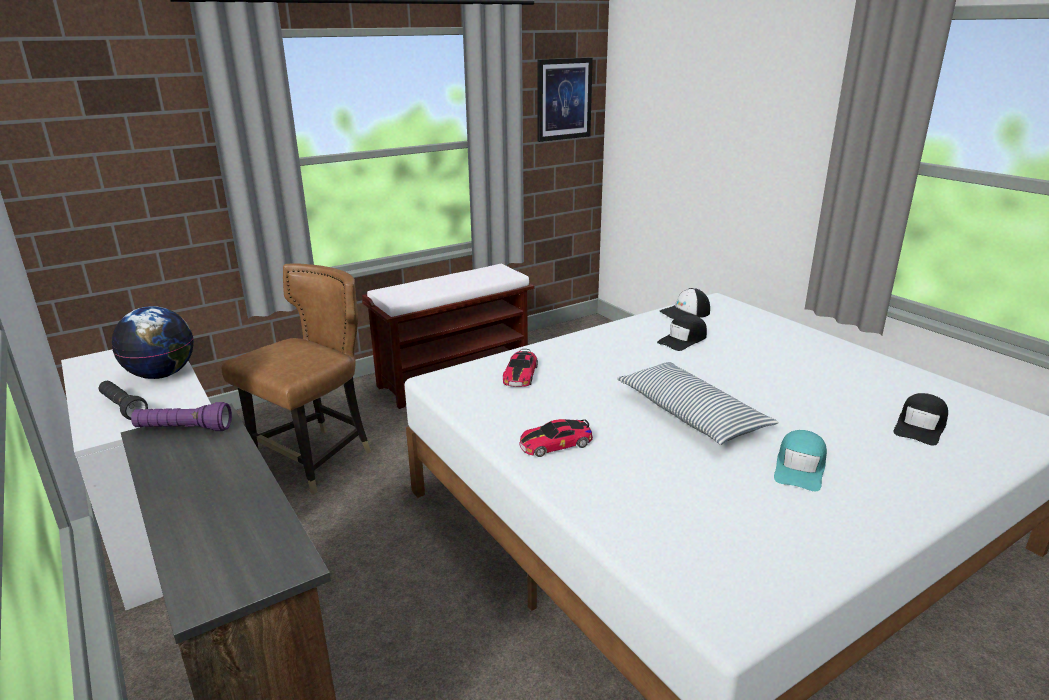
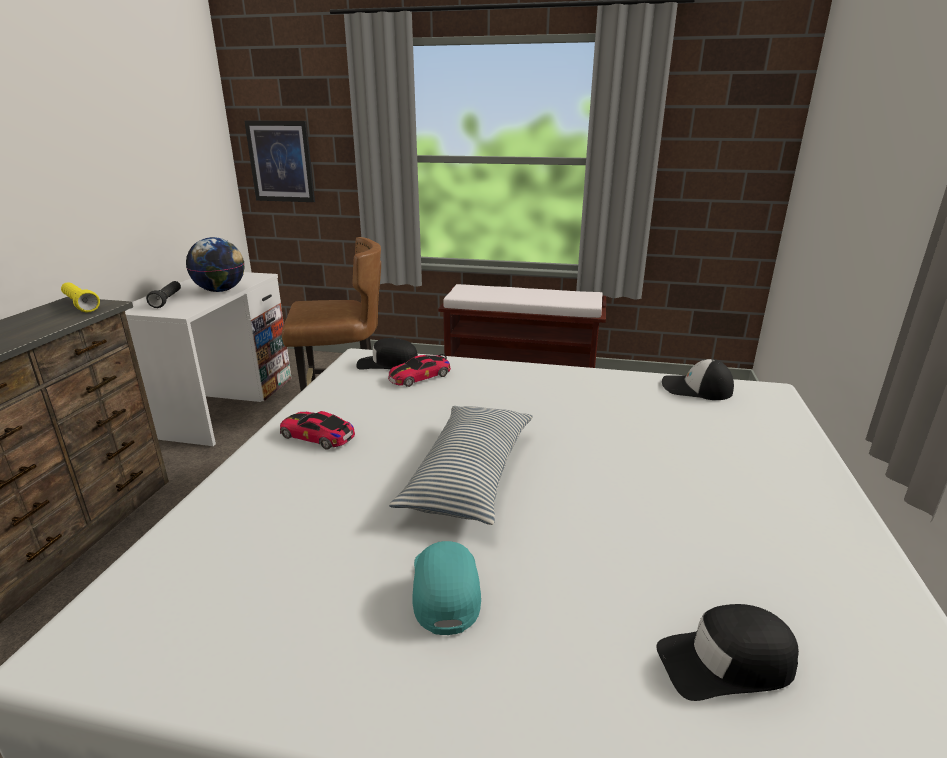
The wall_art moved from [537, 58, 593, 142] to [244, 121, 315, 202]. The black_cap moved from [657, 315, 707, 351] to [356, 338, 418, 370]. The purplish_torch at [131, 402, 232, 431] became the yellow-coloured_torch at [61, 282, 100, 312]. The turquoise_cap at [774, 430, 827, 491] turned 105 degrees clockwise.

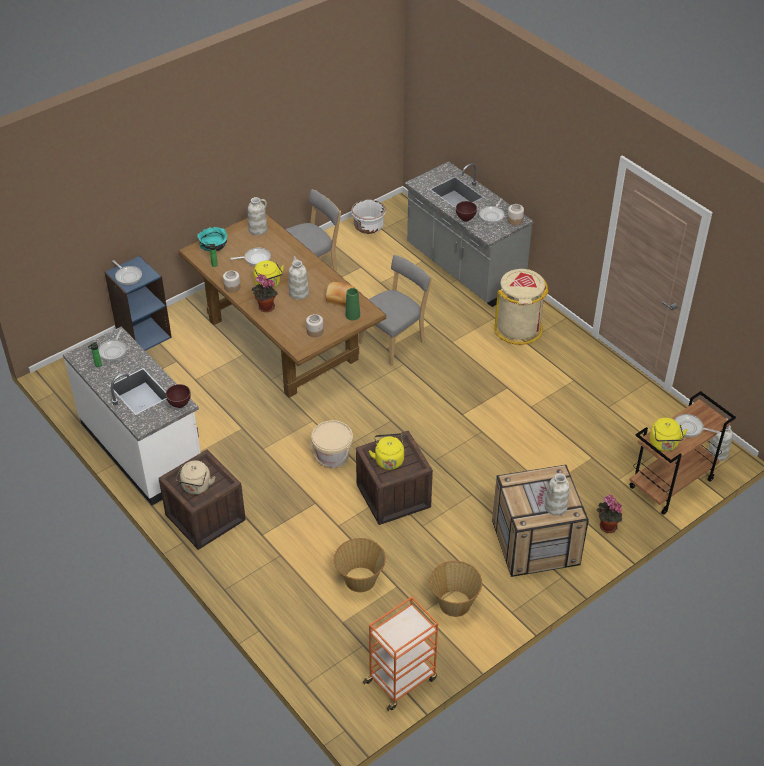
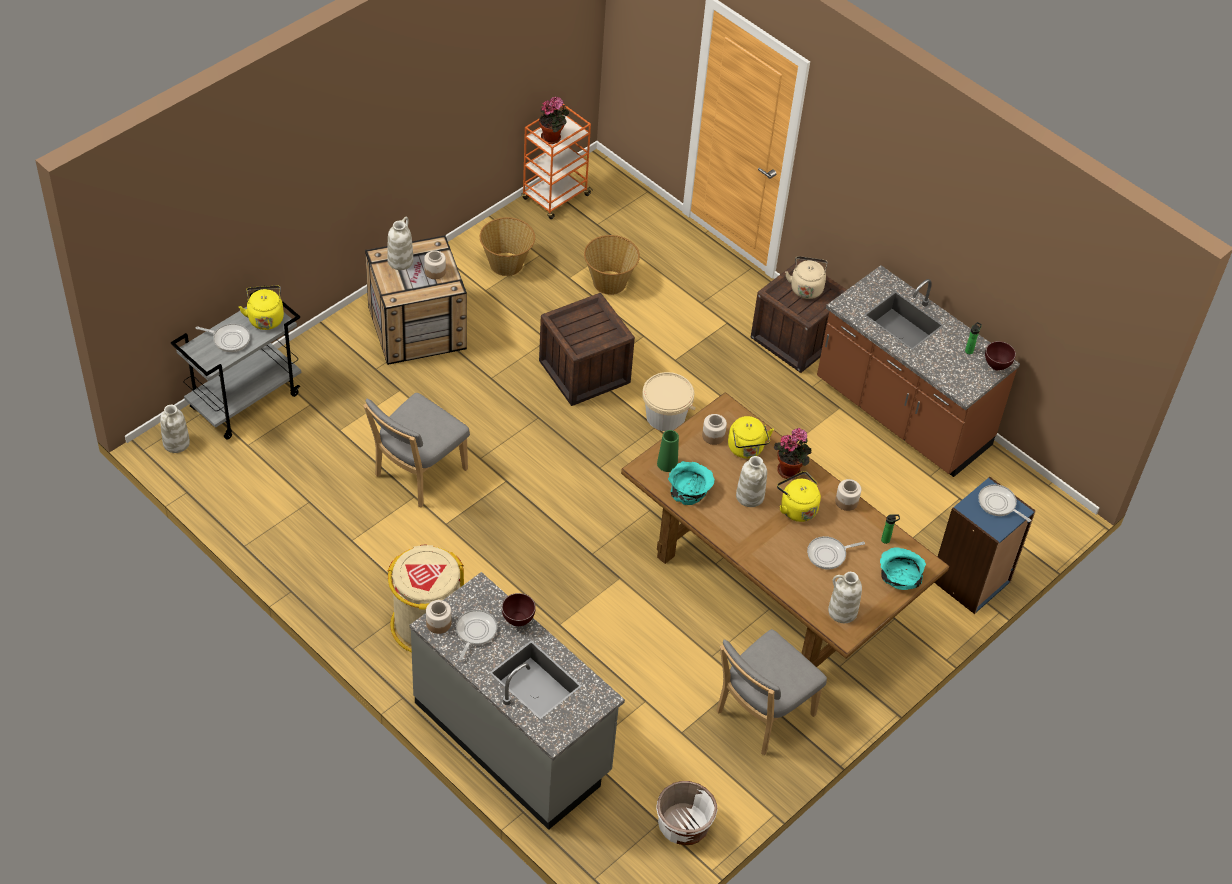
The frying_pan at [98, 329, 127, 361] disappeared. The jar at [424, 251, 446, 279] appeared. The brown_deep_dish moved from [166, 384, 191, 408] to [985, 341, 1016, 370]. The greyish_upright_chair moved from [359, 255, 432, 366] to [363, 393, 470, 508]. The yellow-coloured_tea_kettle moved from [369, 433, 404, 470] to [728, 416, 774, 459]. The potted_plant moved from [597, 495, 622, 533] to [539, 97, 569, 144]. The baked_bread at [325, 282, 355, 307] was replaced by the turquoise_deep_dish at [668, 461, 715, 505]. The white_kitchen_counter at [63, 326, 201, 505] became the brown_kitchen_counter at [817, 265, 1020, 477]. The brown_cart at [629, 391, 736, 515] became the greyish_cart at [171, 289, 301, 440].

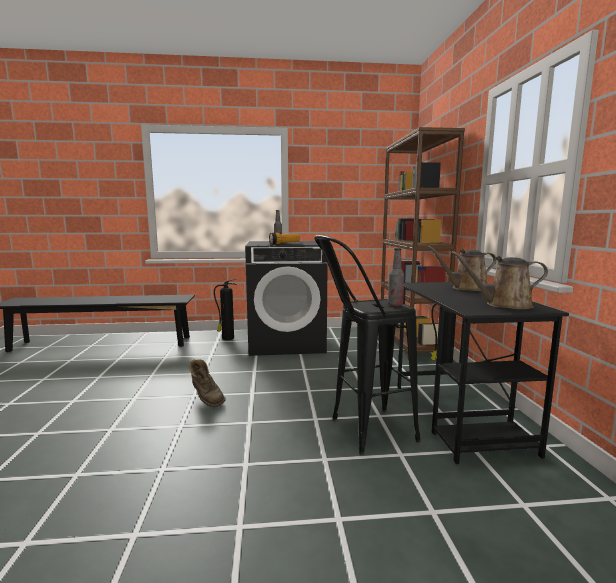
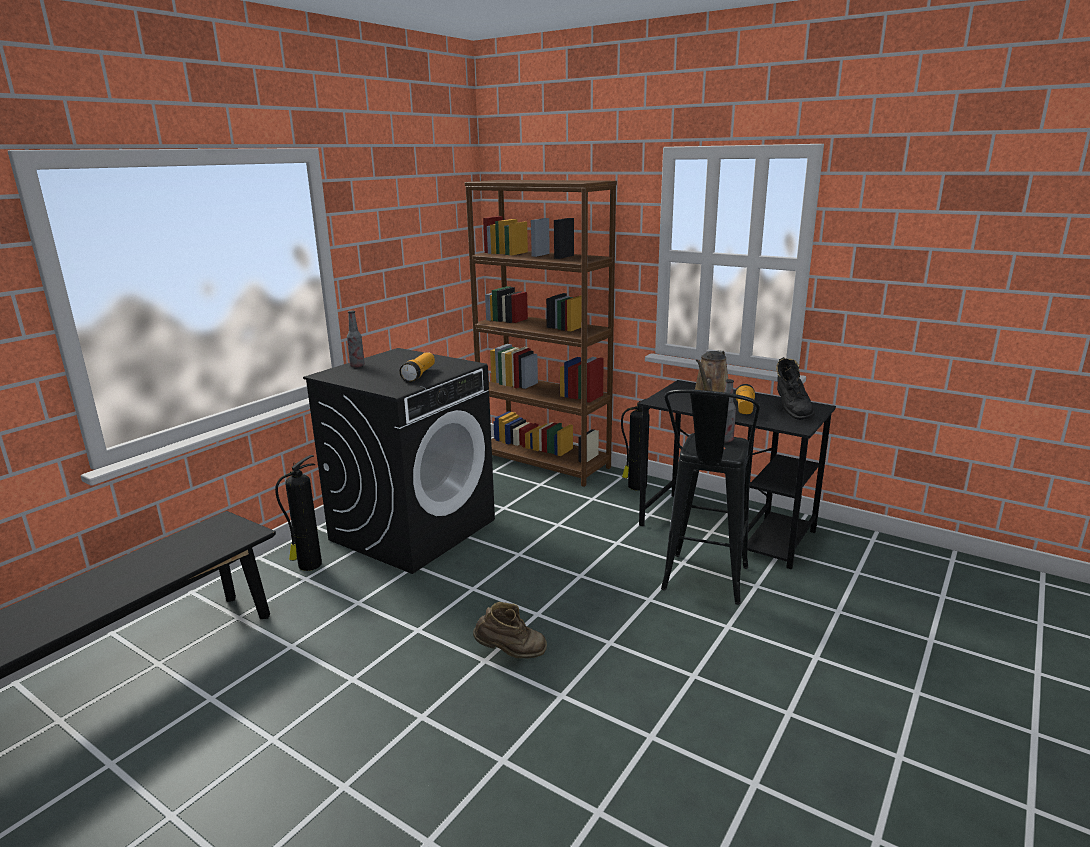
The torch at [736, 384, 755, 414] appeared. The brown_watering_can at [451, 251, 548, 309] was replaced by the black_boot at [776, 357, 815, 420].

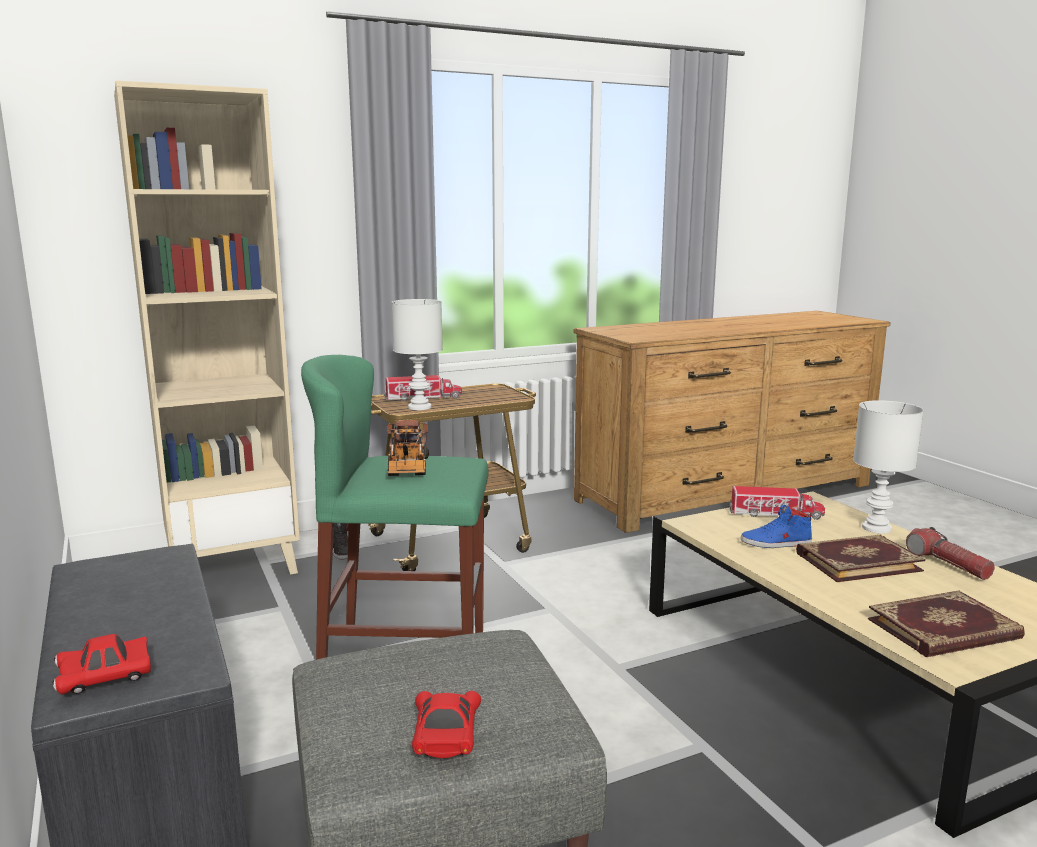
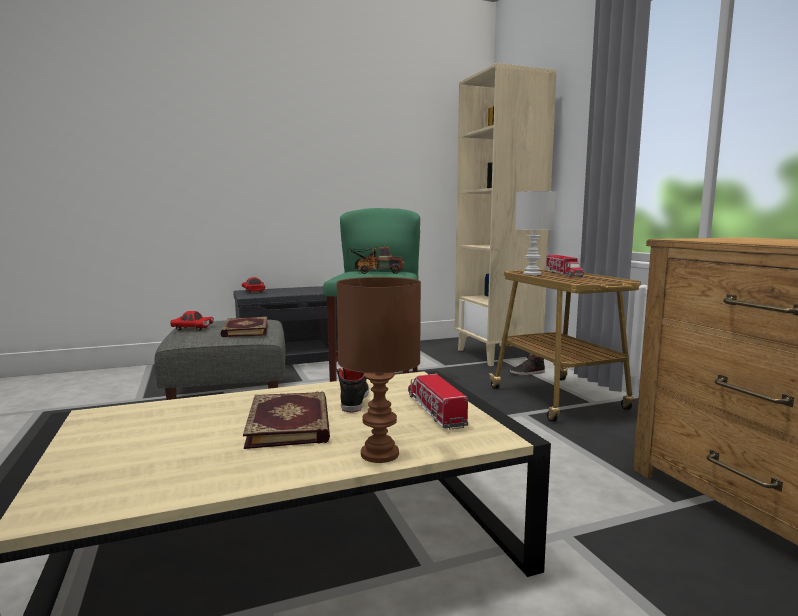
The torch at [906, 527, 995, 580] disappeared. The bound_book moved from [868, 591, 1025, 657] to [221, 317, 268, 337]. The blue_low_shoe at [740, 505, 812, 548] became the black_low_shoe at [336, 368, 369, 413]. The white_lamp_for_a_table at [853, 400, 924, 534] became the brown_lamp_for_a_table at [336, 277, 421, 463]. The toy_lorry at [728, 486, 825, 520] turned 150 degrees clockwise.

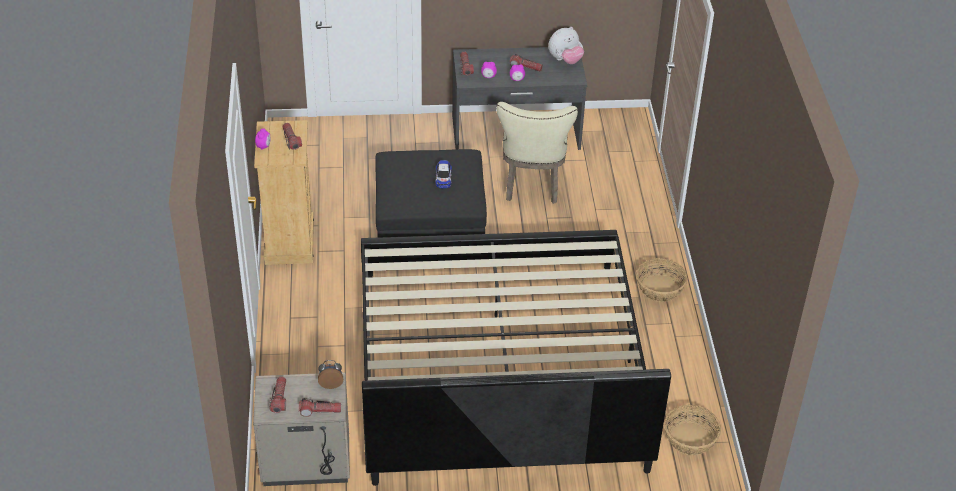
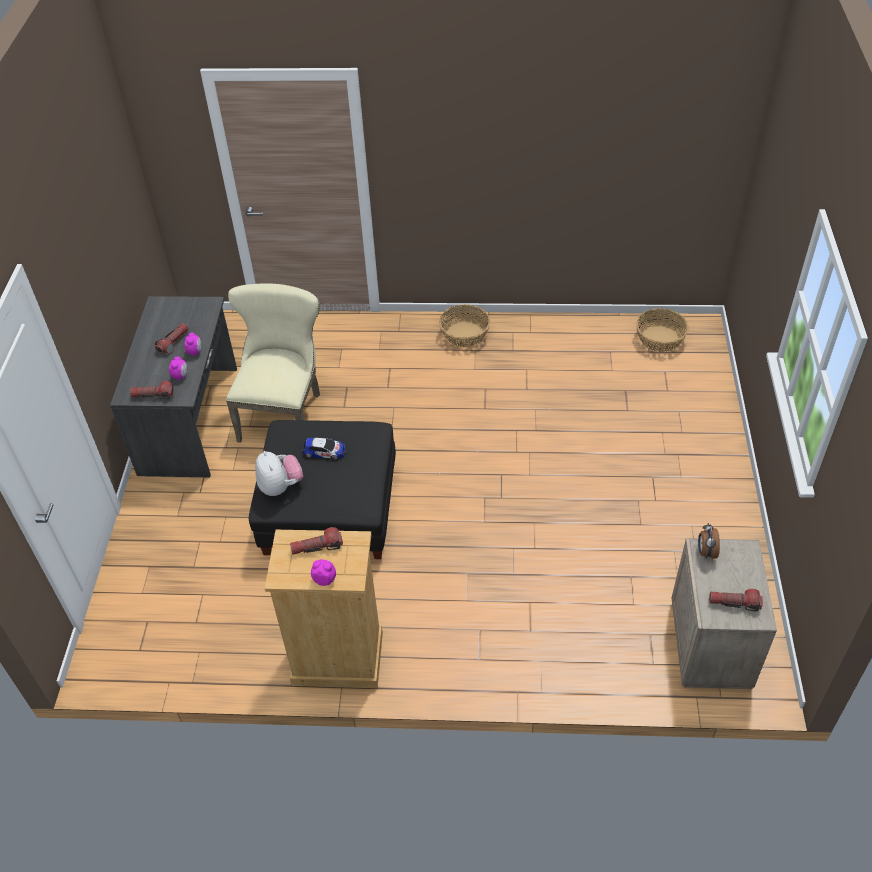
The torch at [299, 398, 341, 417] disappeared. The sleeping_bed at [361, 230, 671, 486] disappeared. The cuddly_toy moved from [548, 27, 584, 64] to [255, 451, 303, 496]. The sand-coloured_upright_chair at [496, 102, 578, 204] turned 90 degrees counterclockwise.

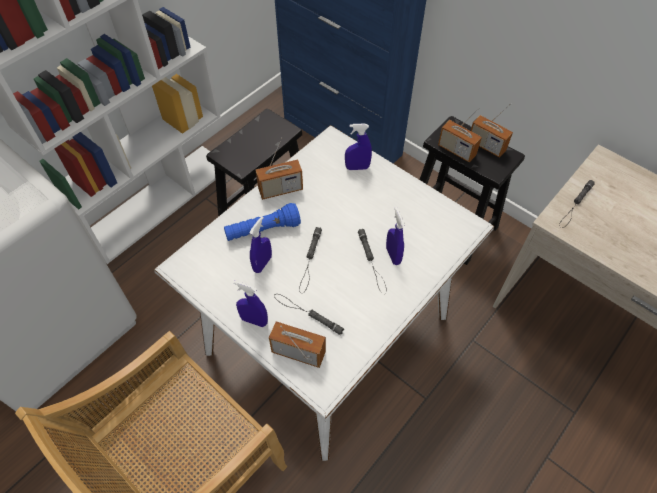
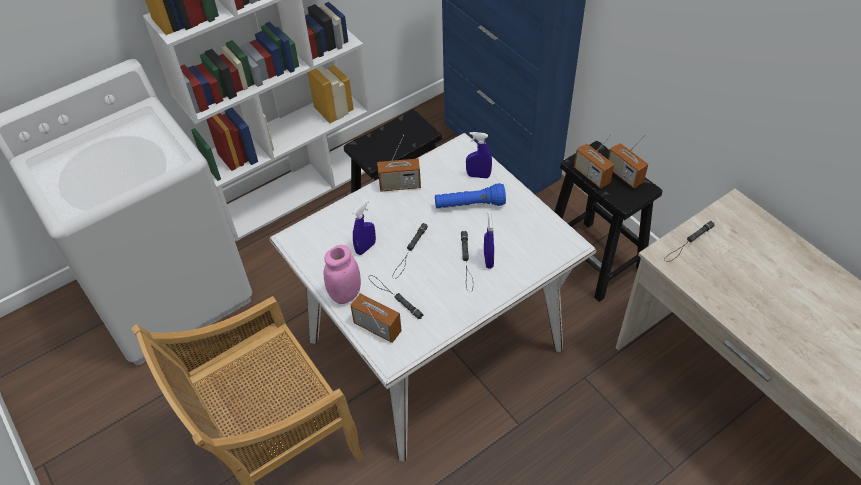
The blue_torch moved from [224, 203, 301, 241] to [435, 183, 506, 209]. The blue_hand_sprayer at [234, 281, 268, 327] was replaced by the pinkish_jar at [323, 245, 361, 304].

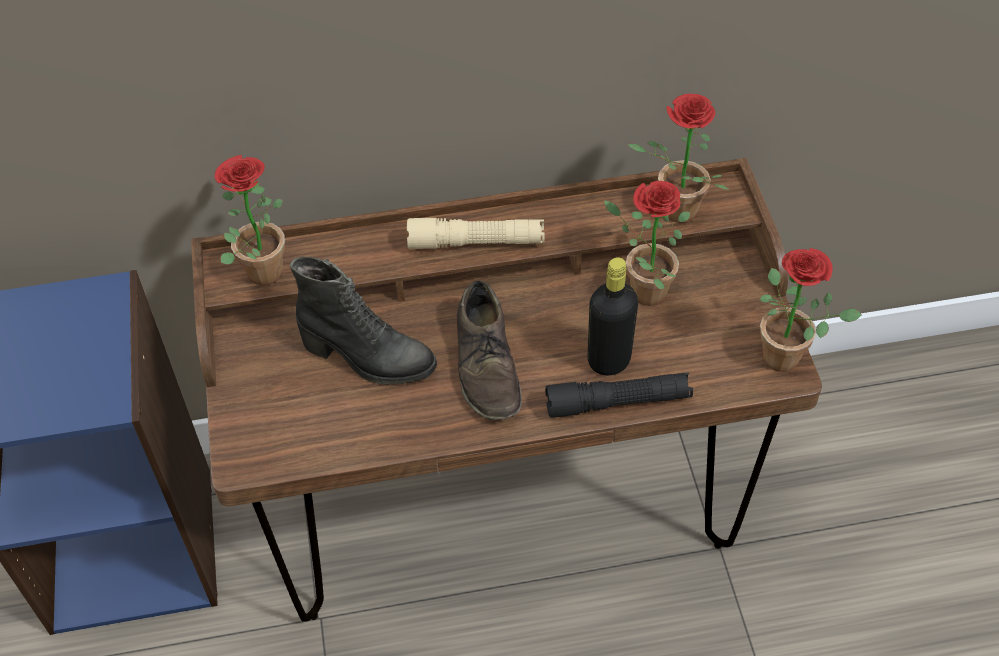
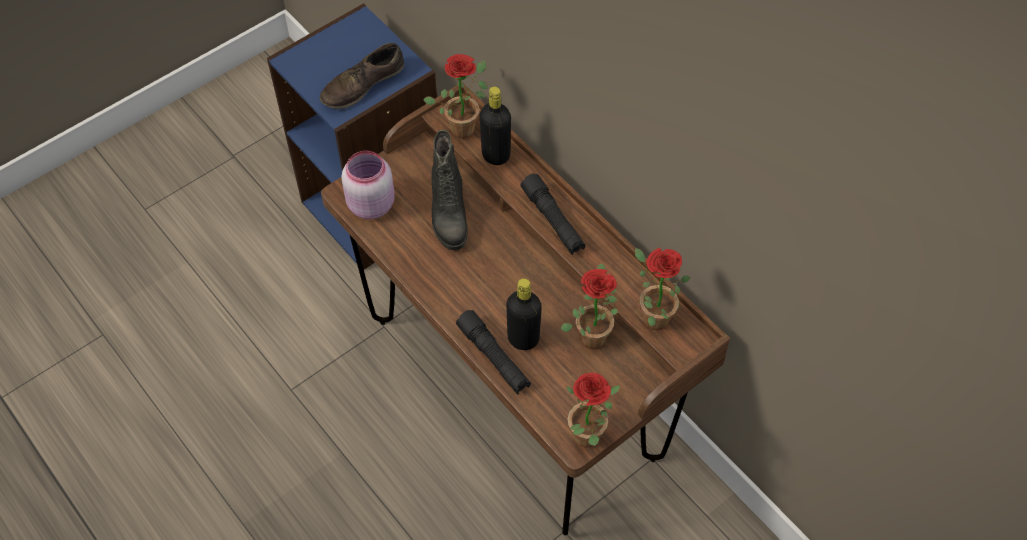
The pinkish_jar at [341, 151, 395, 219] appeared. The black_beverage_bottle at [480, 86, 511, 165] appeared. The brown_low_shoe moved from [457, 281, 522, 420] to [320, 43, 404, 109]. The sand-coloured_torch at [407, 218, 545, 249] became the black_torch at [521, 173, 585, 255].

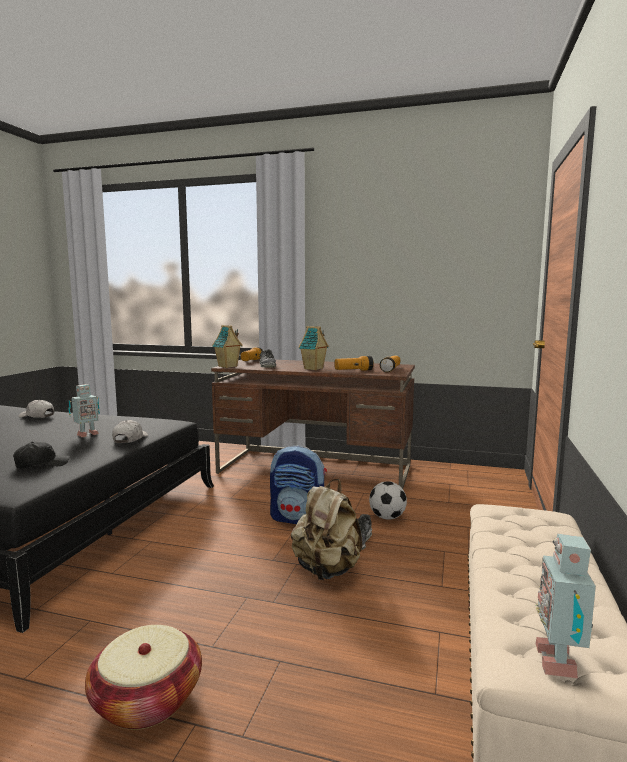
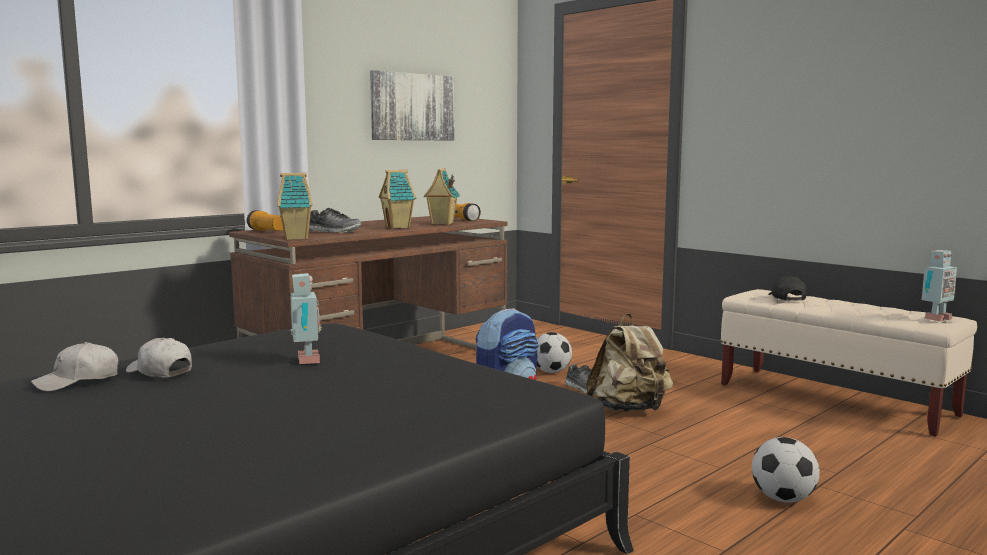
The wall_art at [370, 70, 455, 140] appeared. The black_cap moved from [13, 441, 70, 468] to [768, 275, 807, 301]. The white_cap moved from [112, 420, 148, 443] to [126, 338, 192, 378]. The household_basket at [85, 625, 202, 730] was replaced by the football at [752, 437, 820, 503]. The torch at [334, 356, 374, 371] was replaced by the model_house at [424, 168, 460, 225]. The model_robot at [535, 533, 596, 679] turned 75 degrees counterclockwise.

